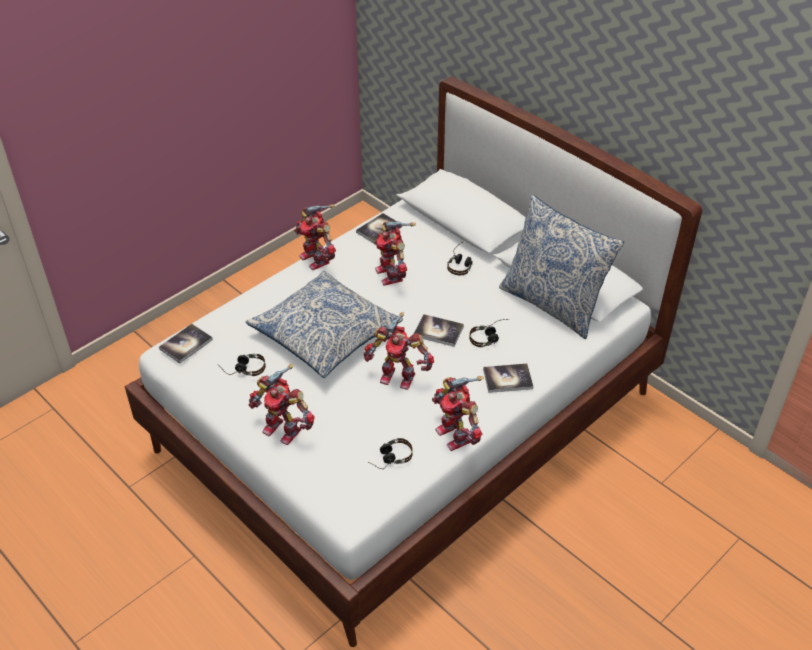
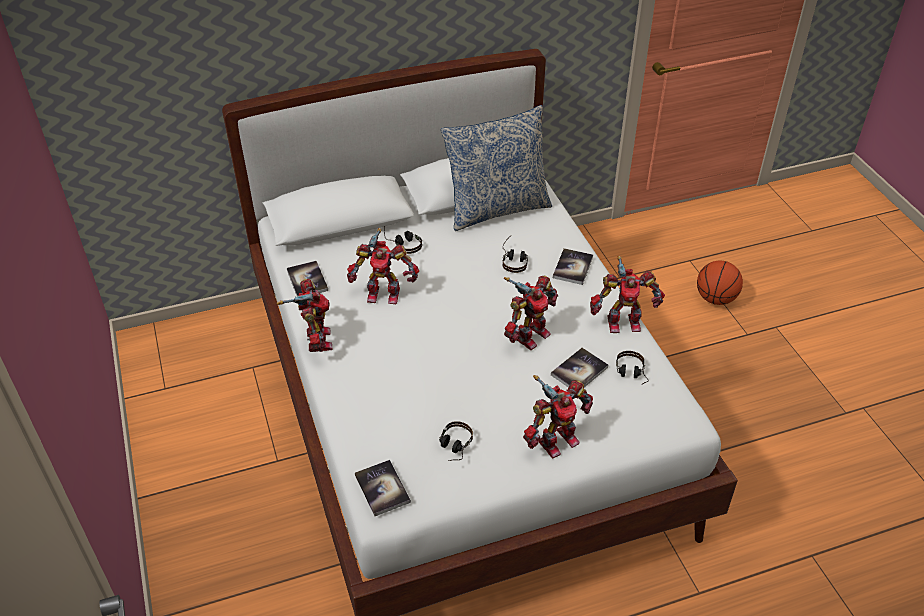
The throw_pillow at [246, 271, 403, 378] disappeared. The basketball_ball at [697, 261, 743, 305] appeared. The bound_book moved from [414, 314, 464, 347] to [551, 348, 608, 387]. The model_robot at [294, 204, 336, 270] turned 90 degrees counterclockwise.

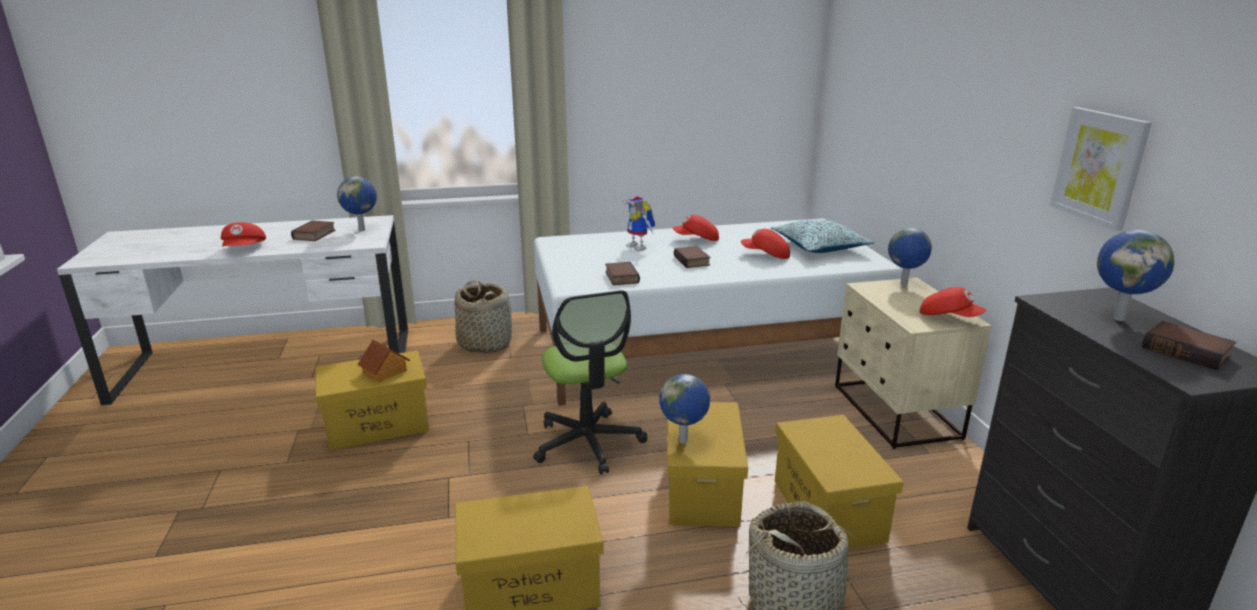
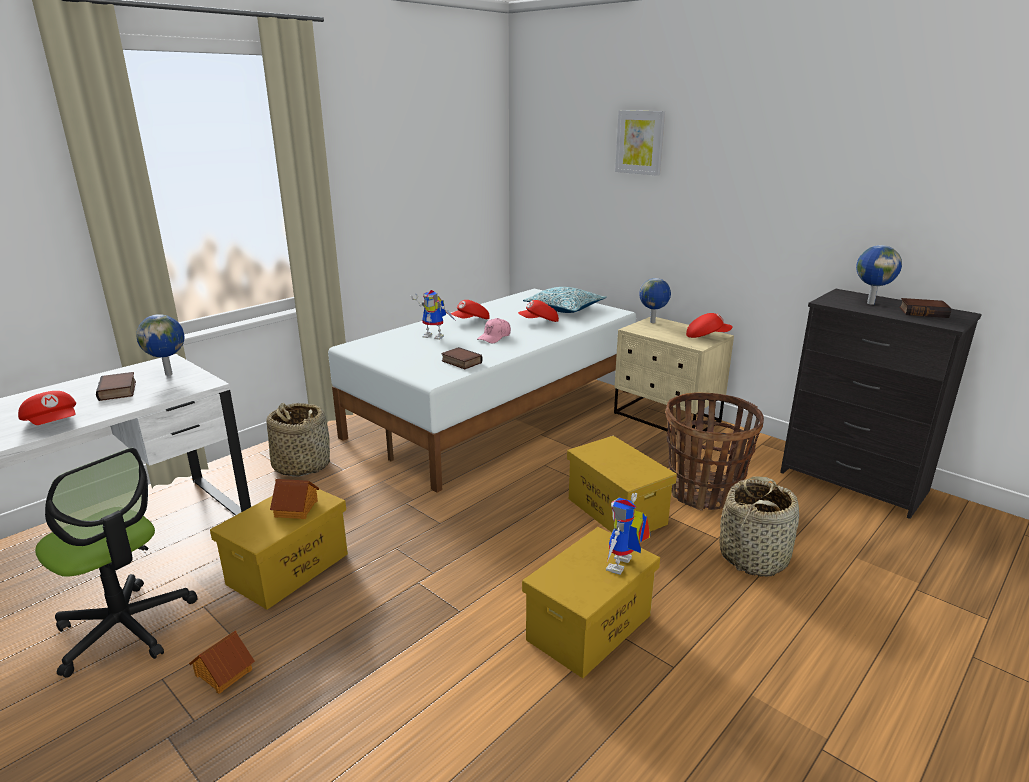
The desk_globe at [659, 374, 710, 443] disappeared. The model_house at [189, 630, 255, 694] appeared. The model_robot at [606, 493, 650, 575] appeared. The computer_chair moved from [533, 290, 647, 475] to [35, 448, 197, 678]. The wall_art moved from [1050, 107, 1152, 231] to [615, 110, 665, 176]. The bound_book at [674, 246, 711, 268] was replaced by the pinkish_cap at [477, 318, 511, 343]. The yellow-coloured_storage_container at [775, 415, 904, 549] was replaced by the household_basket at [665, 392, 764, 511].

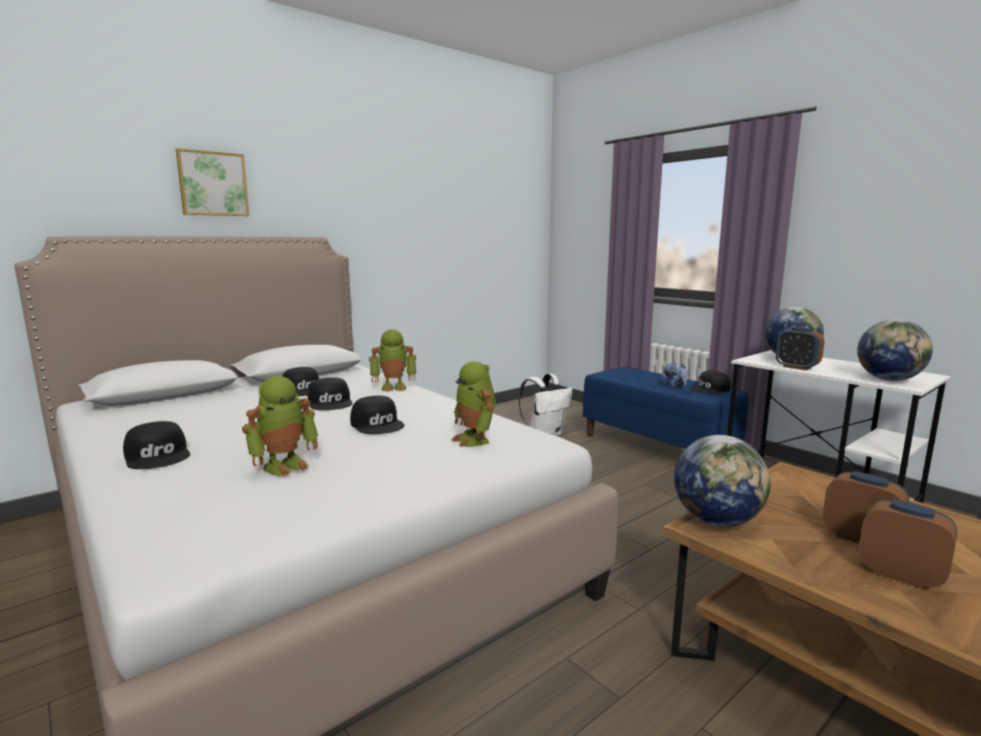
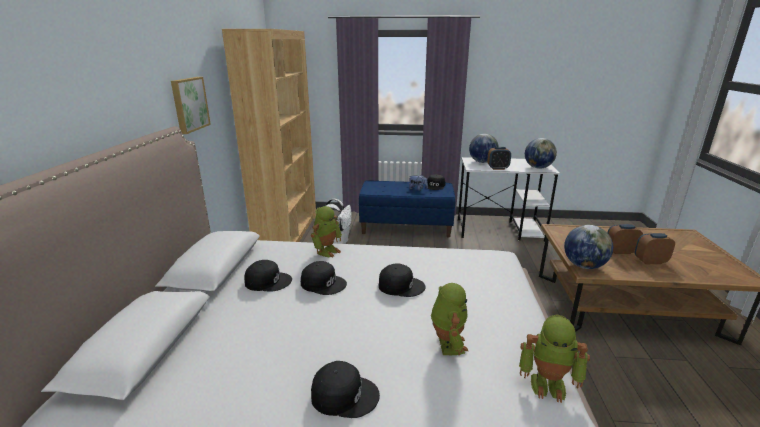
The brown_bookshelf at [222, 29, 316, 242] appeared. The wall_art moved from [176, 148, 249, 216] to [171, 77, 211, 134]. The model_robot moved from [452, 361, 496, 447] to [519, 314, 590, 403].

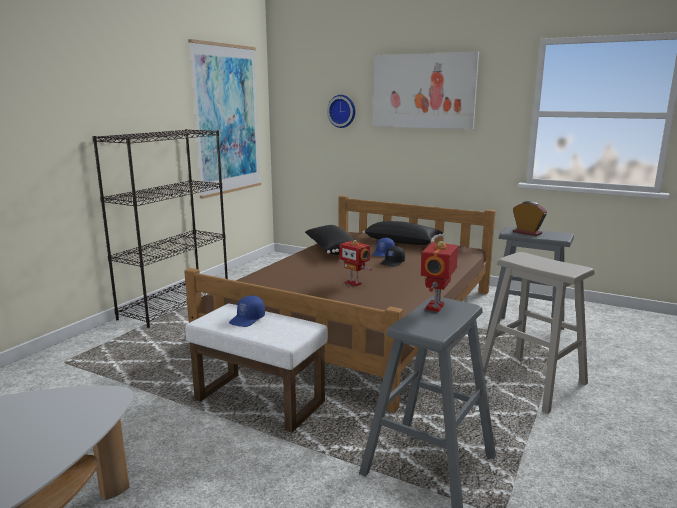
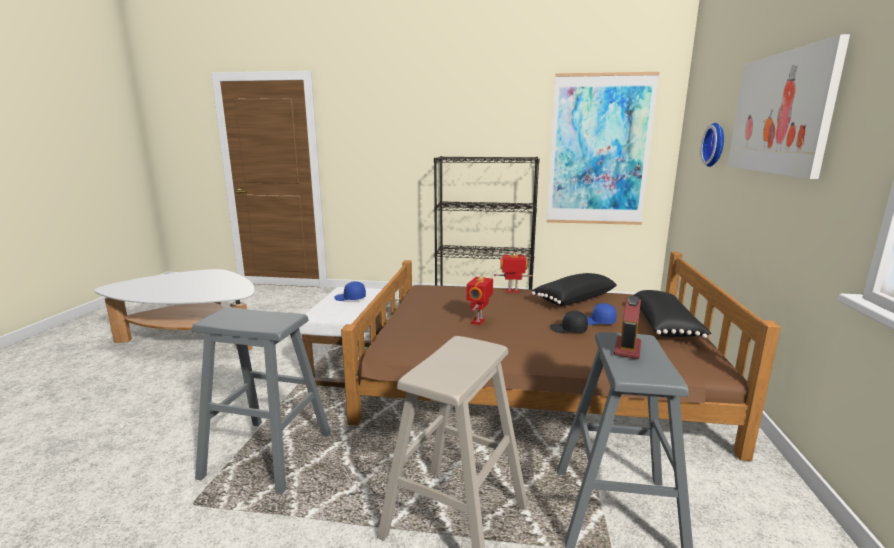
The model_robot moved from [421, 241, 458, 312] to [494, 253, 533, 293].

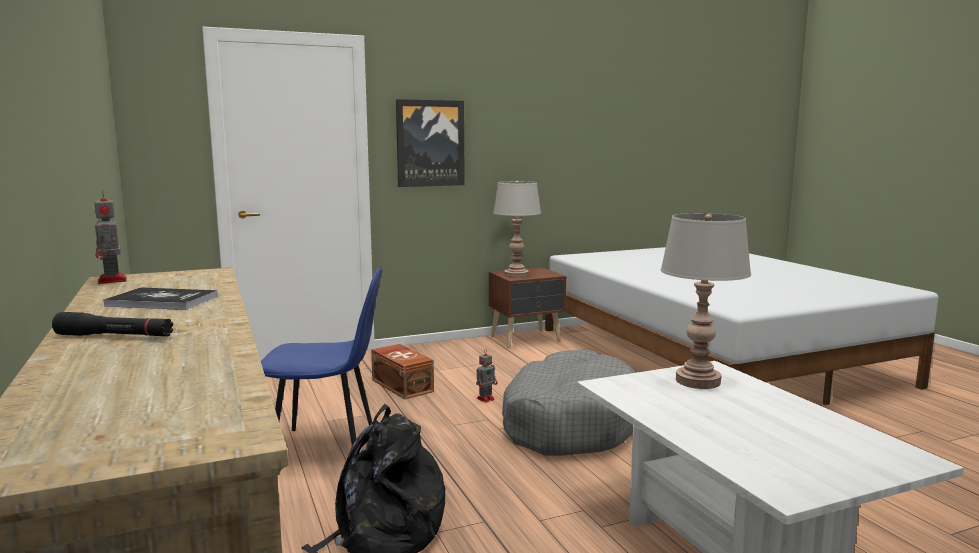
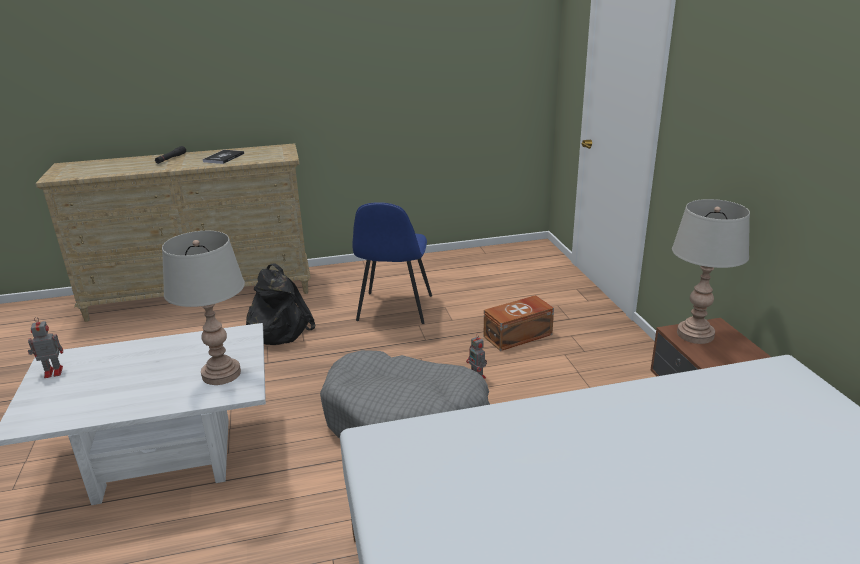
The wall_art at [396, 99, 465, 187] disappeared. The model_robot moved from [95, 189, 127, 284] to [28, 317, 63, 378].

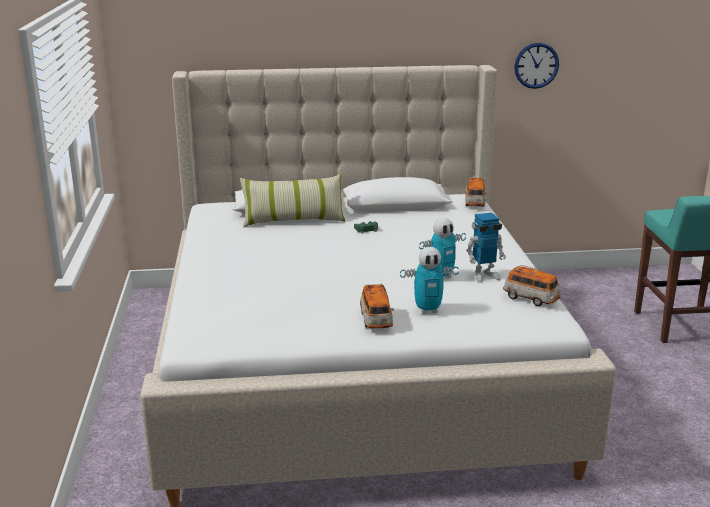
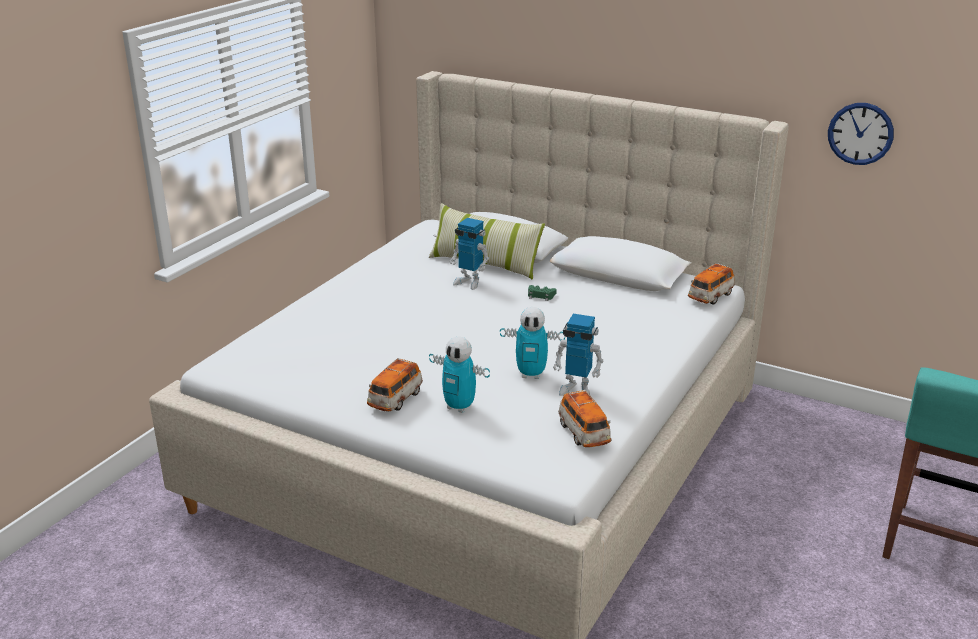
The model_robot at [450, 218, 489, 290] appeared.

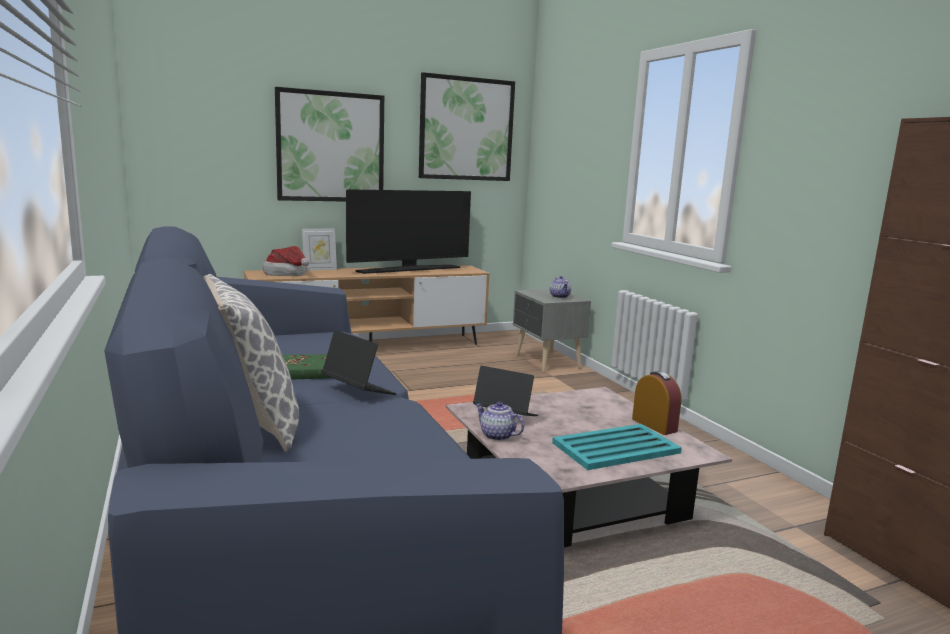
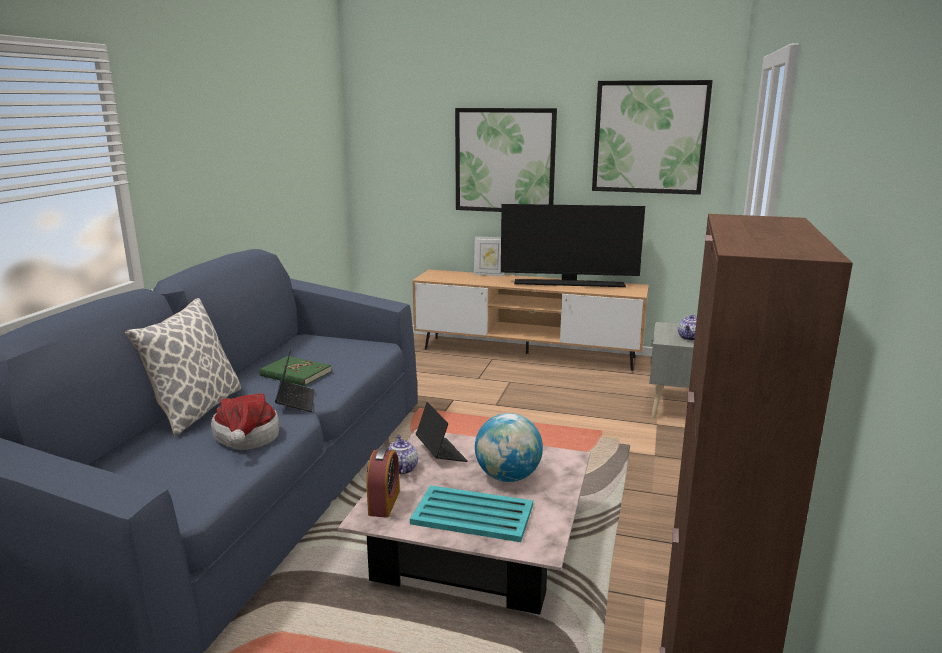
The desk_globe at [475, 413, 543, 482] appeared. The wearable_hat moved from [263, 246, 310, 276] to [211, 393, 279, 450]. The table_clock moved from [632, 371, 681, 435] to [366, 447, 400, 518].

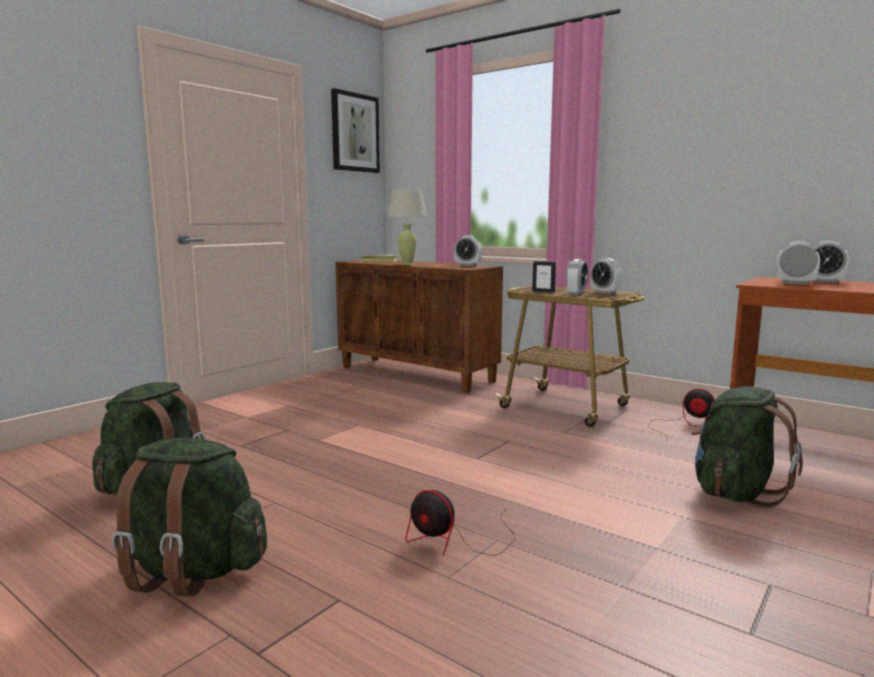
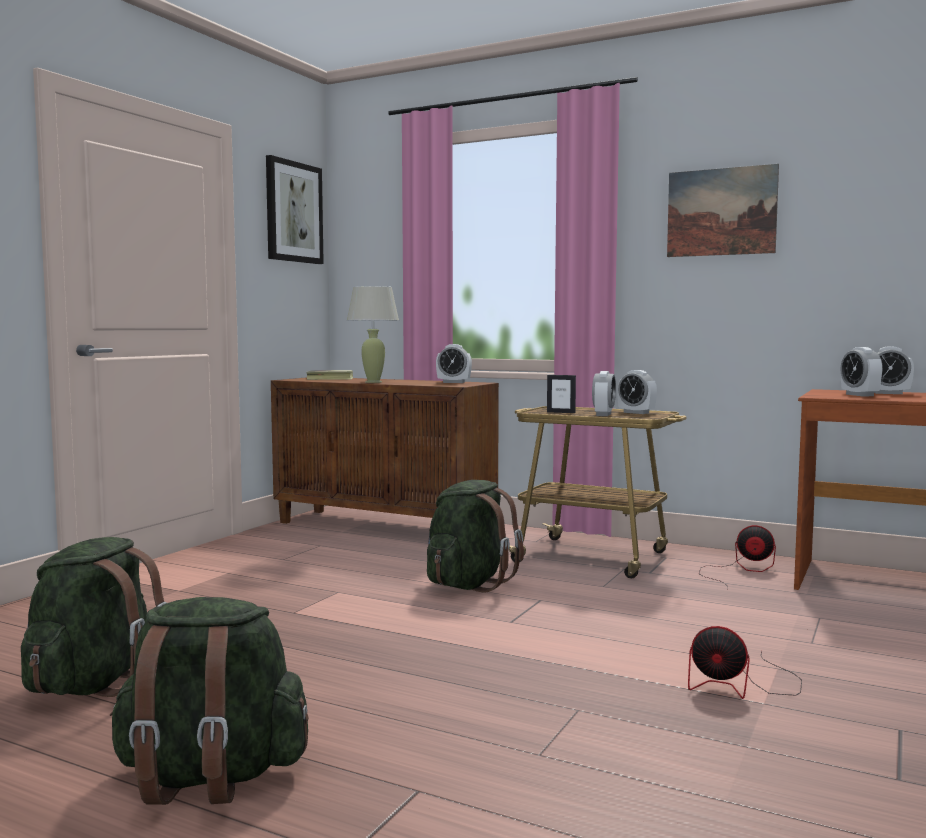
The wall_art at [667, 164, 779, 257] appeared. The fan moved from [405, 490, 515, 556] to [688, 626, 802, 699]. The green-coloured_backpack moved from [691, 386, 803, 508] to [427, 480, 524, 593]. The table_clock at [776, 241, 820, 285] turned 120 degrees counterclockwise.

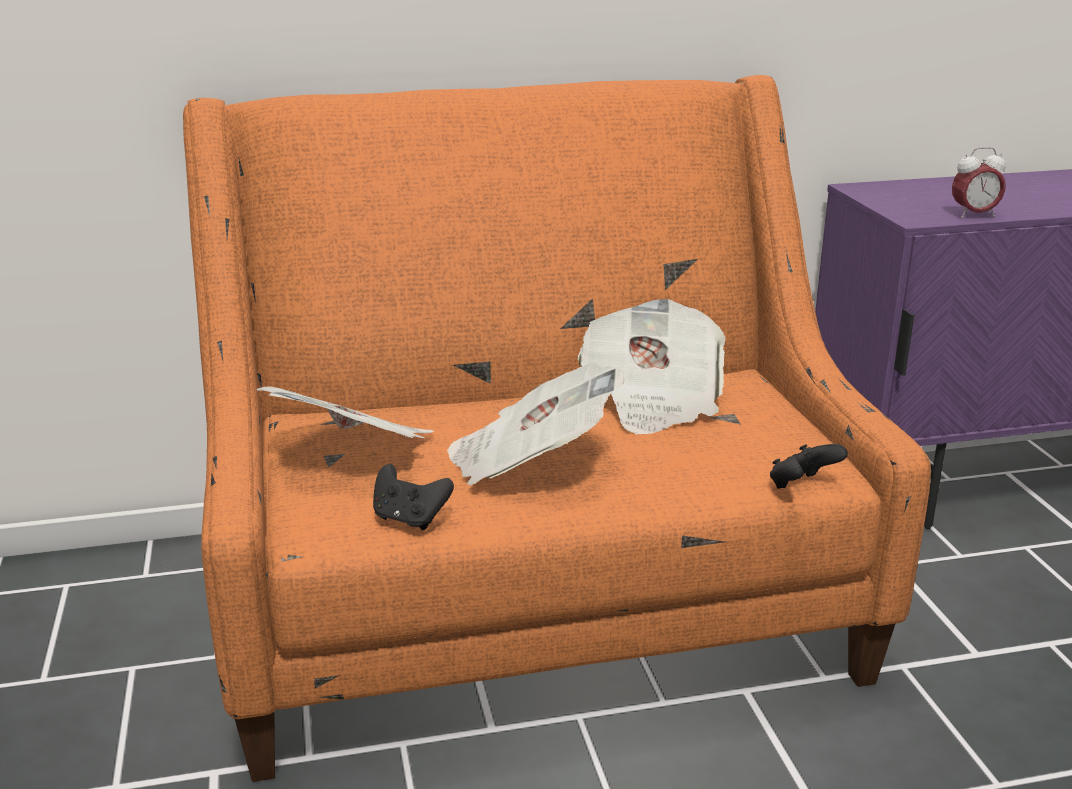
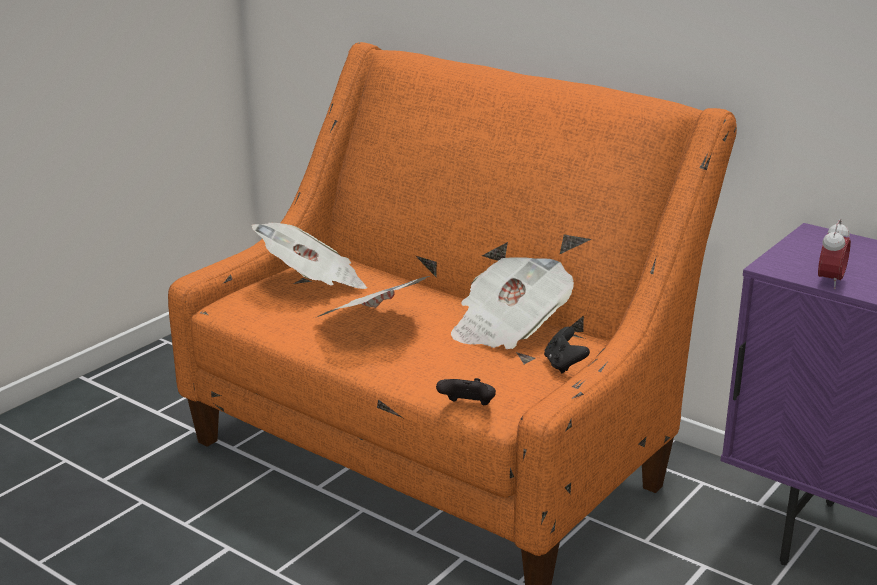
The black_game_controller moved from [373, 464, 454, 530] to [544, 327, 590, 373]. The table_clock at [952, 147, 1006, 218] turned 105 degrees counterclockwise.

